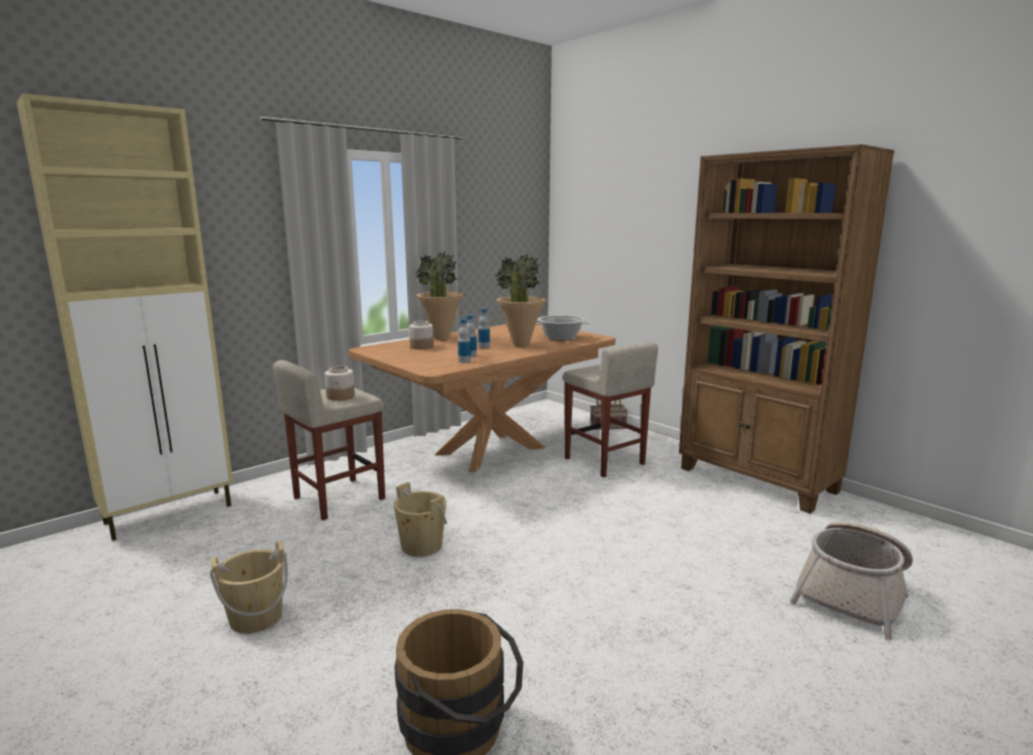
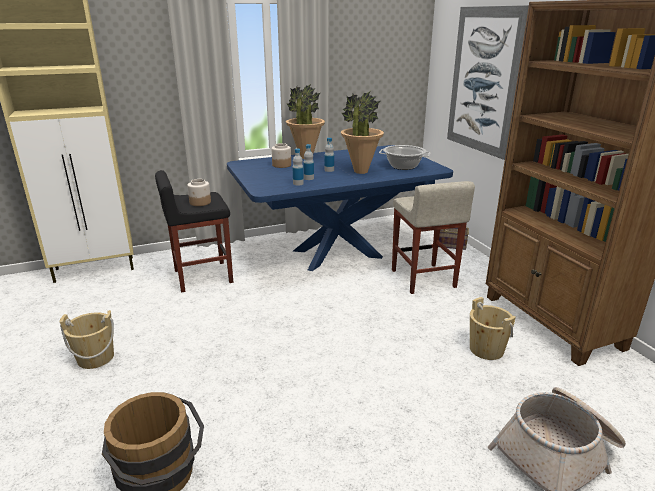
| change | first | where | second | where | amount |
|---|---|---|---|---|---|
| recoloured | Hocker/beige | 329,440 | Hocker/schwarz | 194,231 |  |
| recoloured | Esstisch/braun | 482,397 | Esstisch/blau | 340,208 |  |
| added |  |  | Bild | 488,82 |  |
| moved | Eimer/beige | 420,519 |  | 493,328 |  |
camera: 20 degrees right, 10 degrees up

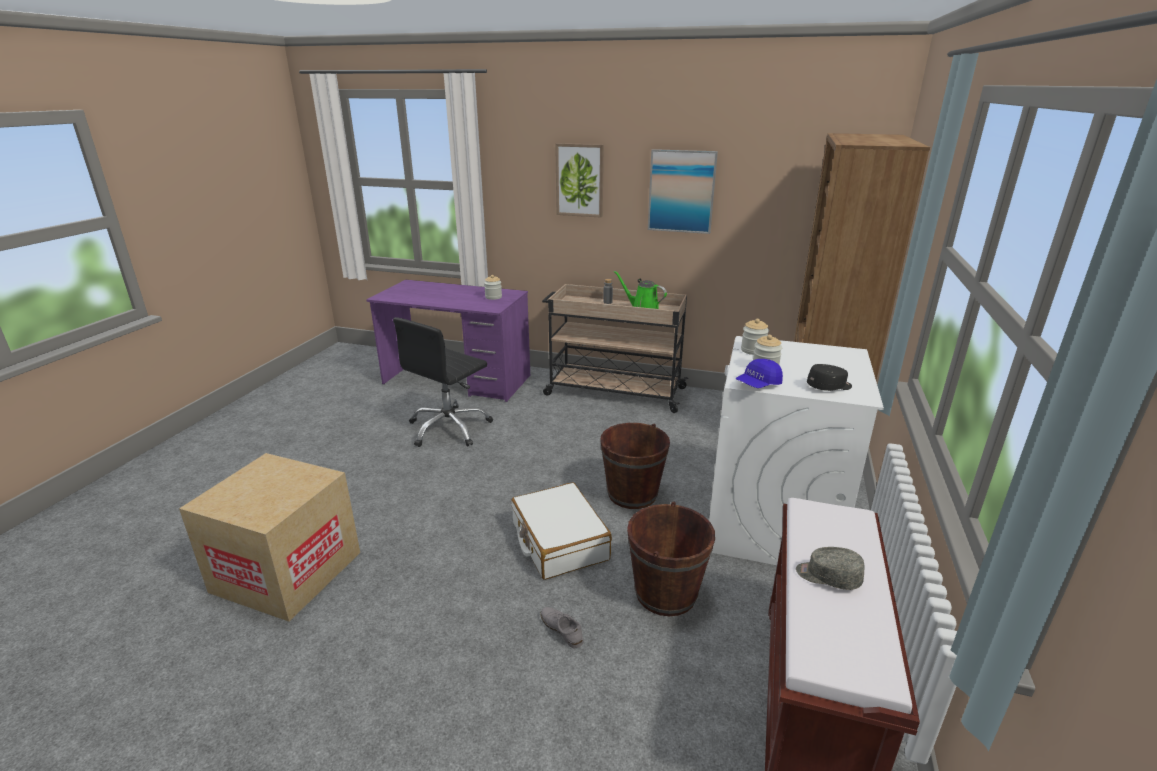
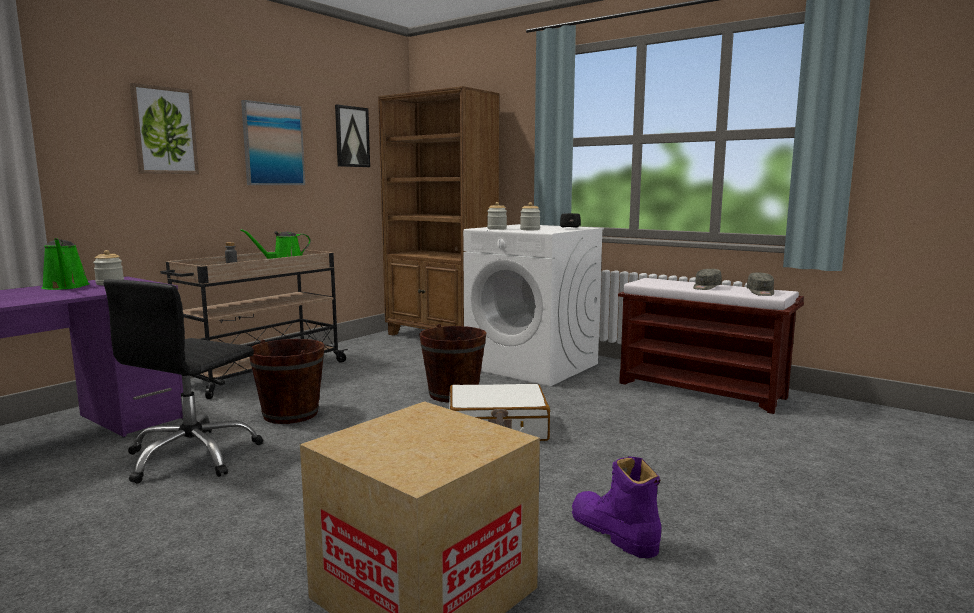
| change | first | where | second | where | amount |
|---|---|---|---|---|---|
| added |  |  | Gießkanne/grün | 66,264 |  |
| turned | Bürostuhl/schwarz | 443,382 |  | 183,381 | 60 degrees clockwise |
| moved | Eimer/braun | 671,558 |  | 287,381 |  |
| added |  |  | Bild | 352,135 |  |
| added |  |  | Stiefel/lila | 616,507 |  |
| added |  |  | Kappe/grau | 760,284 |  |
| removed | Schuh/grau | 562,627 |  |  |  |
| removed | Kappe/blau | 759,373 |  |  |  |
camera: 70 degrees left, 15 degrees down

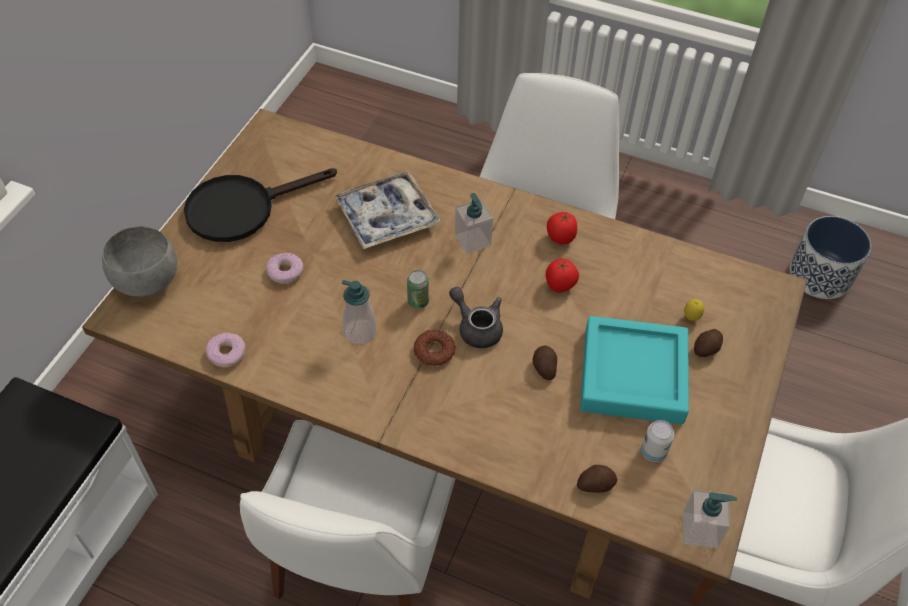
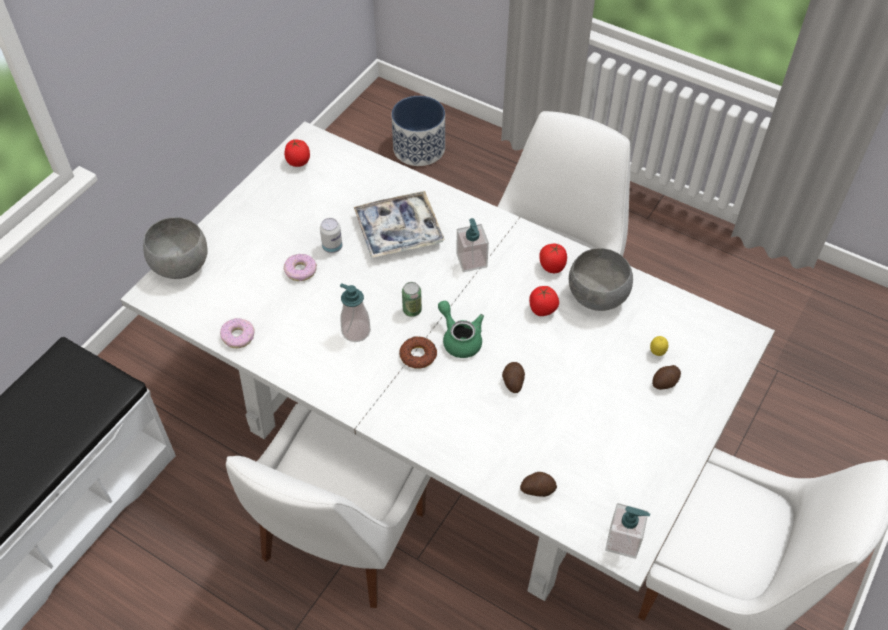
| change | first | where | second | where | amount |
|---|---|---|---|---|---|
| recoloured | Esstisch/braun | 444,354 | Esstisch/weiß | 447,361 |  |
| added |  |  | Tomate | 297,153 |  |
| moved | Dose | 657,441 |  | 331,235 |  |
| moved | Pflanzkübel | 830,257 |  | 418,131 |  |
| recoloured | Teekanne/grau | 476,317 | Teekanne/grün | 461,329 |  |
| added |  |  | Schüssel/grau | 601,279 |  |
| removed | Pfanne/schwarz | 260,205 |  |  |  |
| removed | Tablett/türkis | 634,370 |  |  |  |
camera: 10 degrees right, 0 degrees up

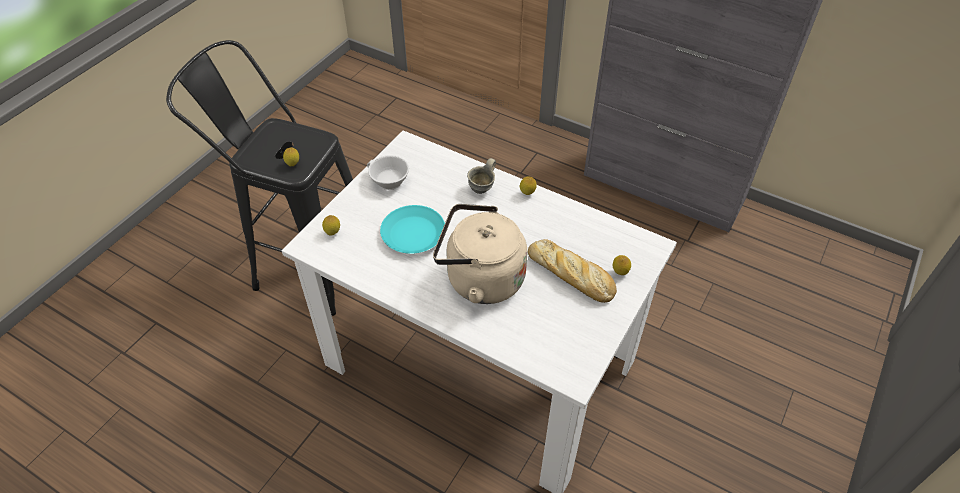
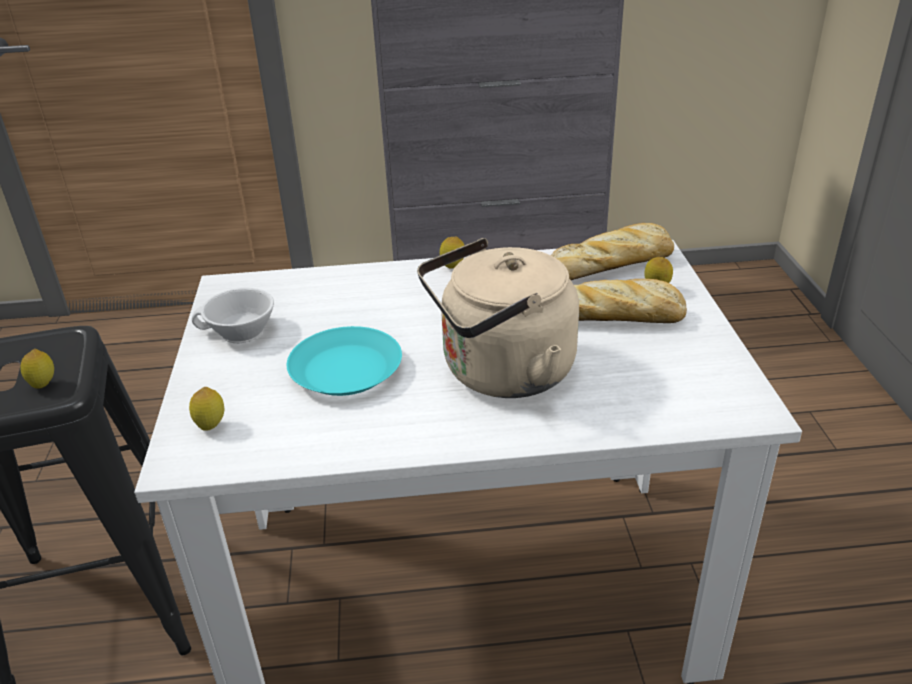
| change | first | where | second | where | amount |
|---|---|---|---|---|---|
| added |  |  | Brot | 612,251 |  |
| removed | Henkelbecher/grau | 481,176 |  |  |  |
camera: 35 degrees left, 15 degrees down

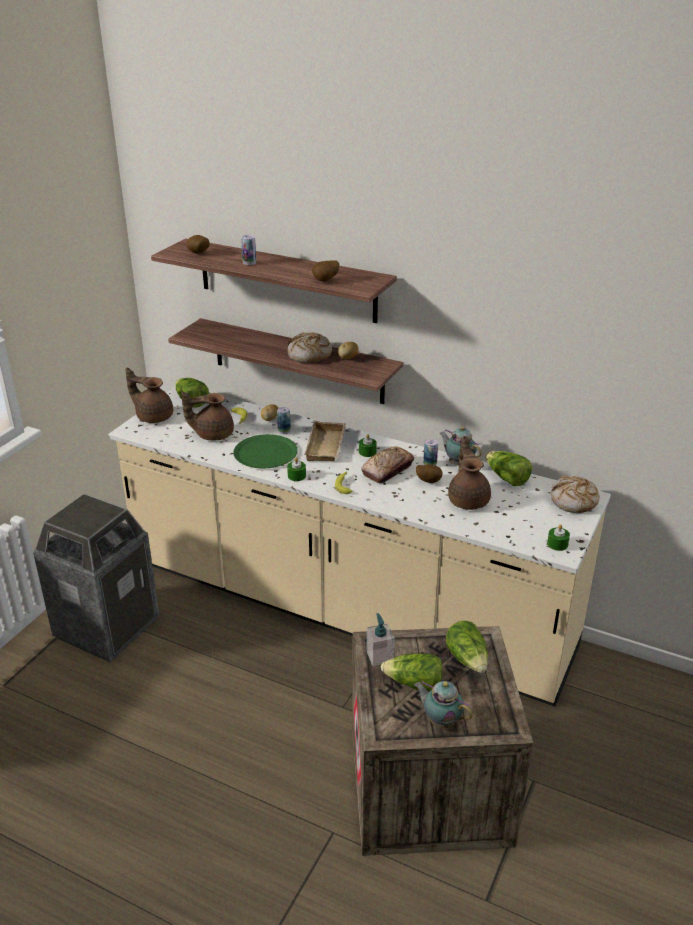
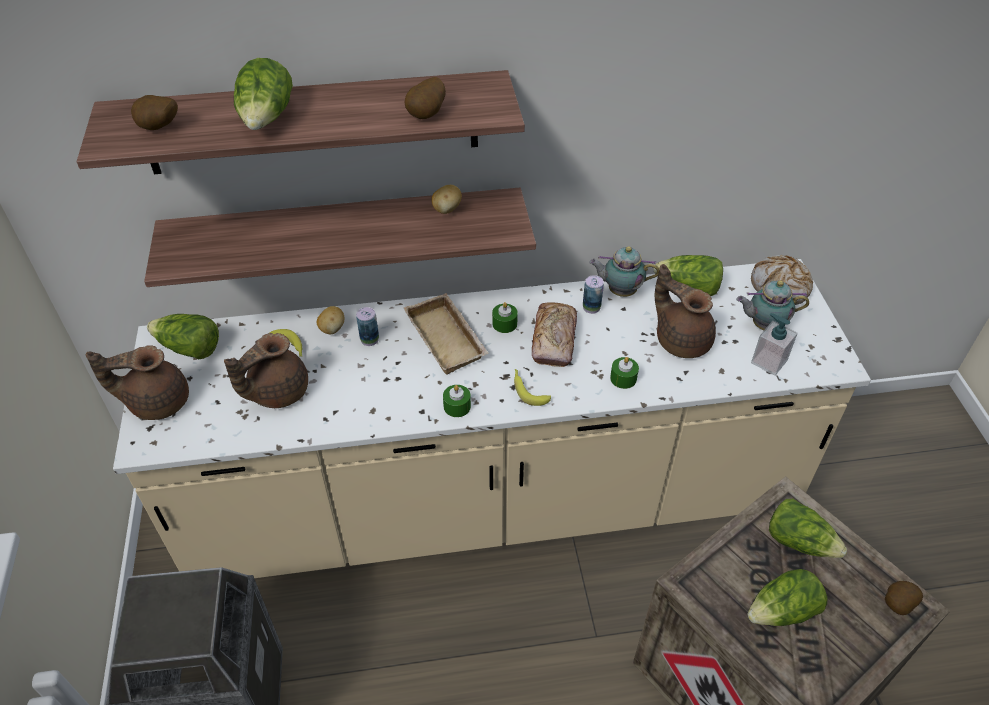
| change | first | where | second | where | amount |
|---|---|---|---|---|---|
| replaced | Dose | 248,250 | Salatkopf | 263,94 |  |
| moved | Kerze/grün | 558,537 |  | 624,373 |  |
| moved | Teekanne | 443,704 |  | 772,305 |  |
| moved | Seifenspender | 380,639 |  | 774,344 |  |
| moved | Kartoffel | 429,473 |  | 904,598 |  |
| removed | Teller/grün | 265,451 |  |  |  |
| removed | Brot | 310,347 |  |  |  |
camera: 35 degrees left, 15 degrees up

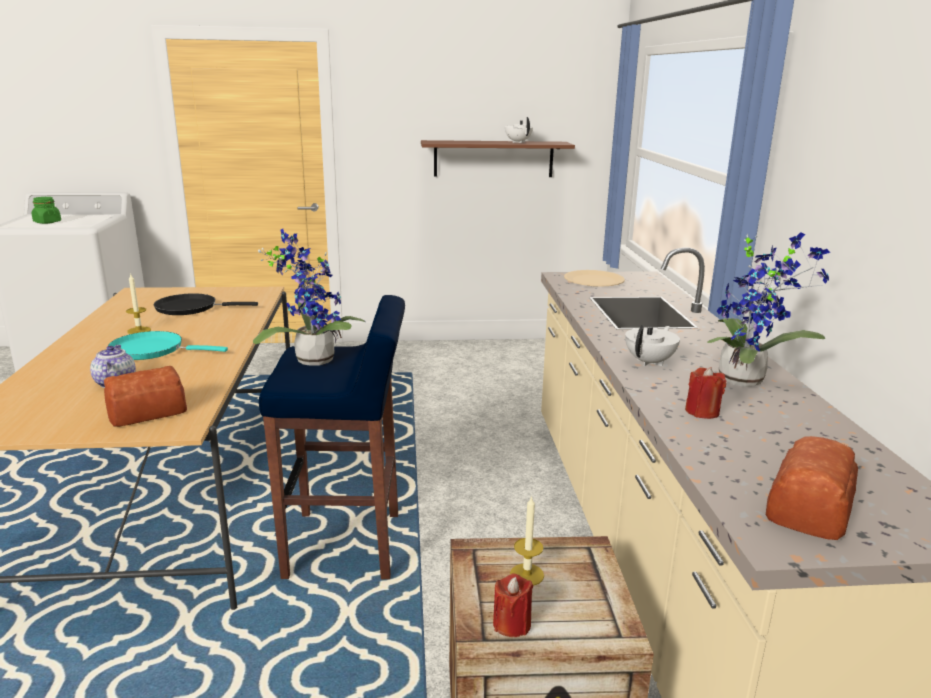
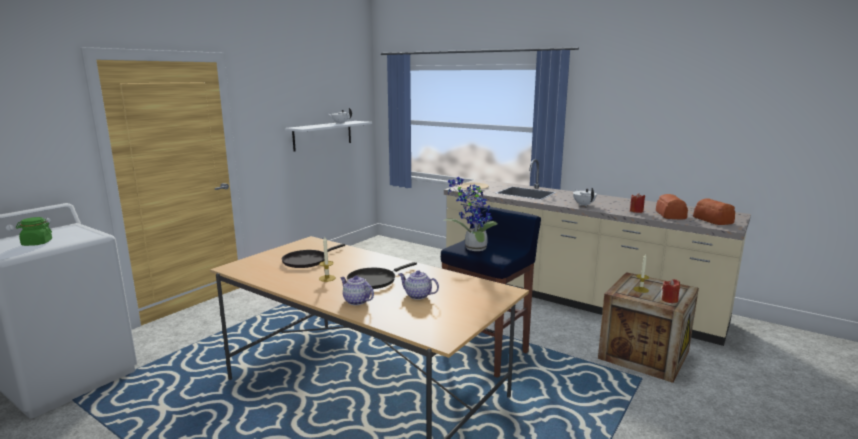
| change | first | where | second | where | amount |
|---|---|---|---|---|---|
| recoloured | Wandregal/braun | 498,158 | Wandregal/weiß | 328,136 |  |
| added |  |  | Teekanne | 357,290 |  |
| recoloured | Pfanne/türkis | 168,345 | Pfanne/schwarz | 382,275 |  |
| moved | Brot | 145,396 |  | 672,206 |  |
| removed | Topfpflanze | 769,309 |  |  |  |
camera: 50 degrees left, 5 degrees down

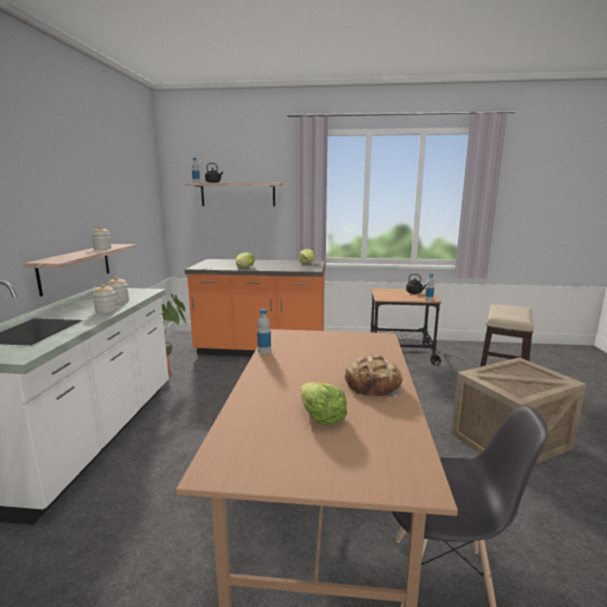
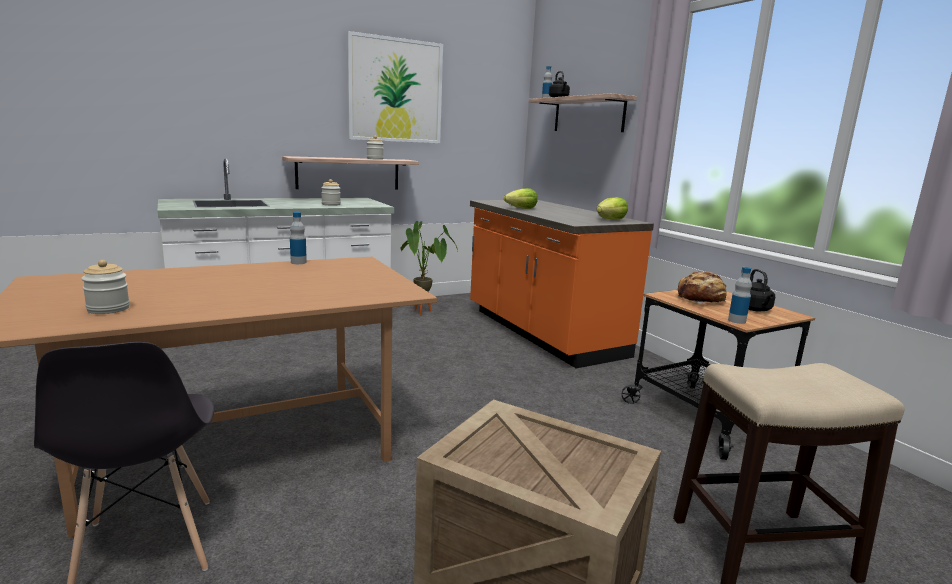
| change | first | where | second | where | amount |
|---|---|---|---|---|---|
| moved | Vorratsglas | 105,299 |  | 105,287 |  |
| added |  |  | Bild | 395,87 |  |
| moved | Brot | 374,376 |  | 702,287 |  |
| removed | Salatkopf | 323,403 |  |  |  |
camera: 55 degrees right, 0 degrees up

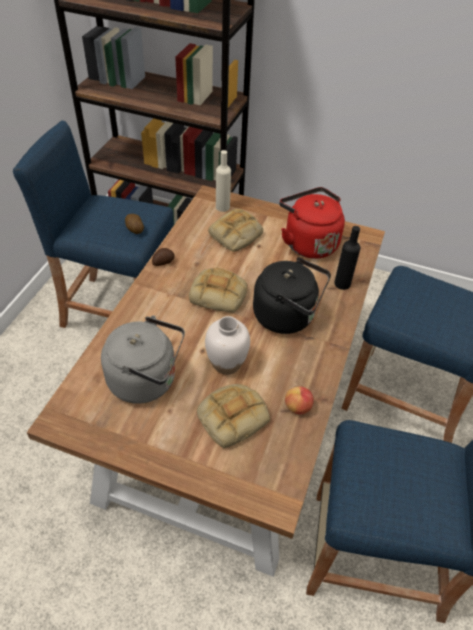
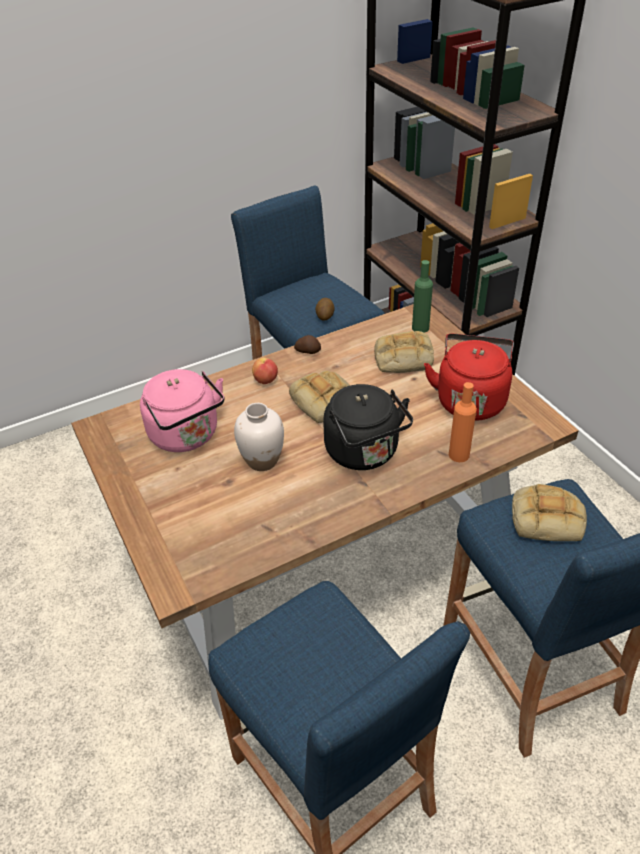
| change | first | where | second | where | amount |
|---|---|---|---|---|---|
| recoloured | Wasserkessel/grau | 143,359 | Wasserkessel/rosa | 182,410 |  |
| moved | Apfel | 299,400 |  | 265,370 |  |
| recoloured | Flasche/beige | 223,181 | Flasche/grün | 422,296 |  |
| recoloured | Flasche/schwarz | 347,258 | Flasche/orange | 463,422 |  |
| moved | Brot | 233,416 |  | 549,512 |  |
camera: 45 degrees right, 5 degrees down

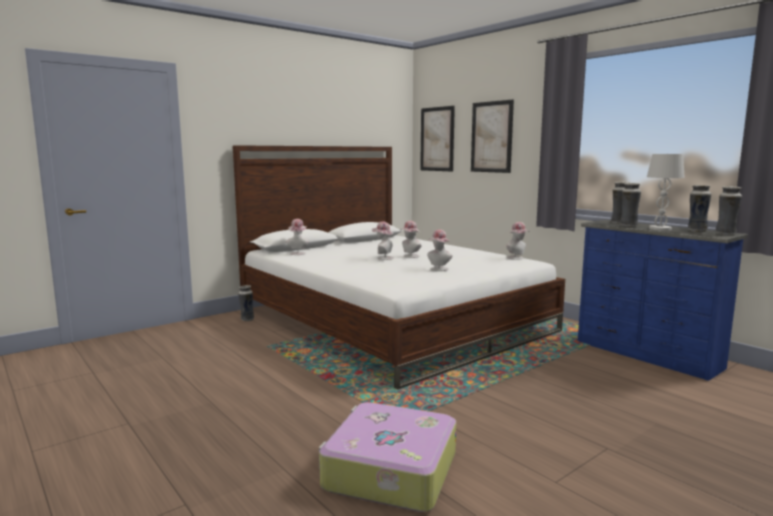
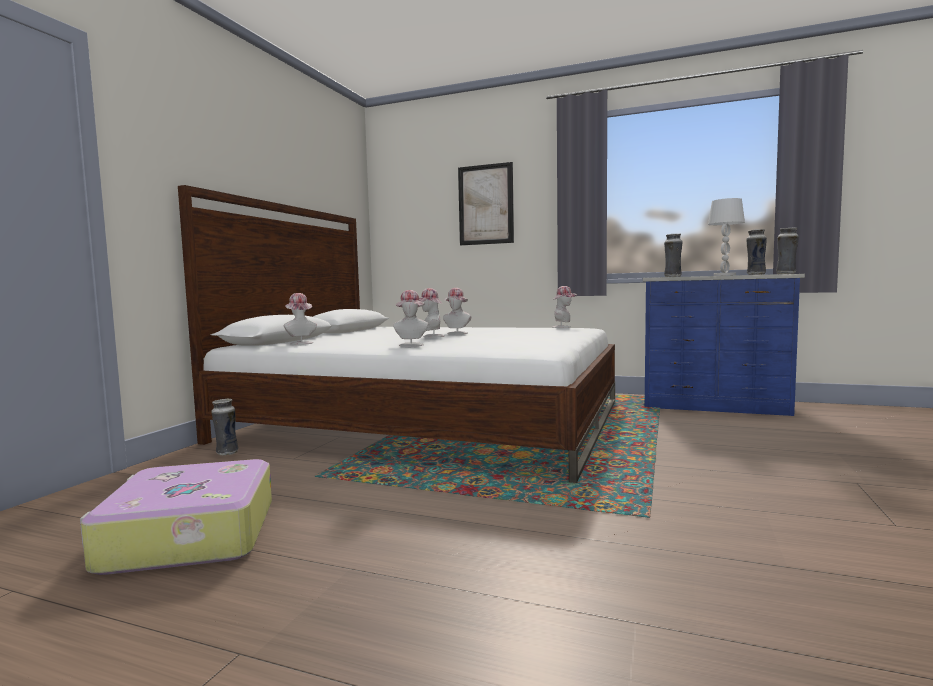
| change | first | where | second | where | amount |
|---|---|---|---|---|---|
| moved | Koffer | 387,457 |  | 176,517 |  |
| moved | Hut | 439,250 |  | 410,318 |  |
| removed | Bild | 437,138 |  |  |  |
| removed | Vase | 630,205 |  |  |  |
camera: 30 degrees left, 5 degrees down

